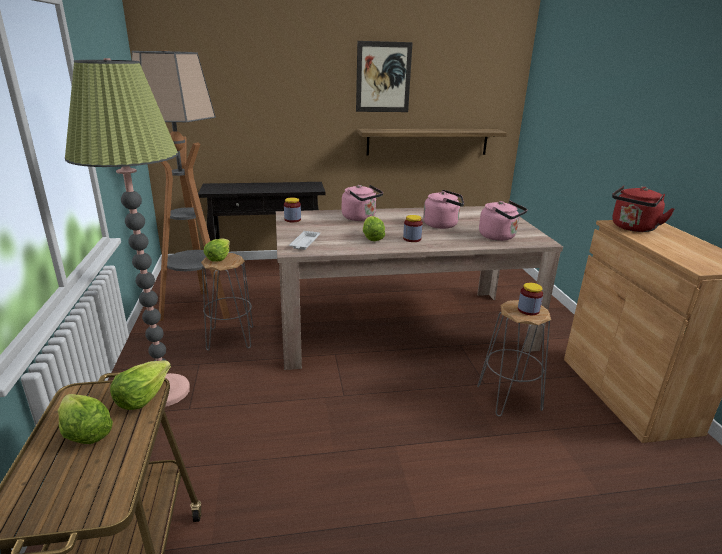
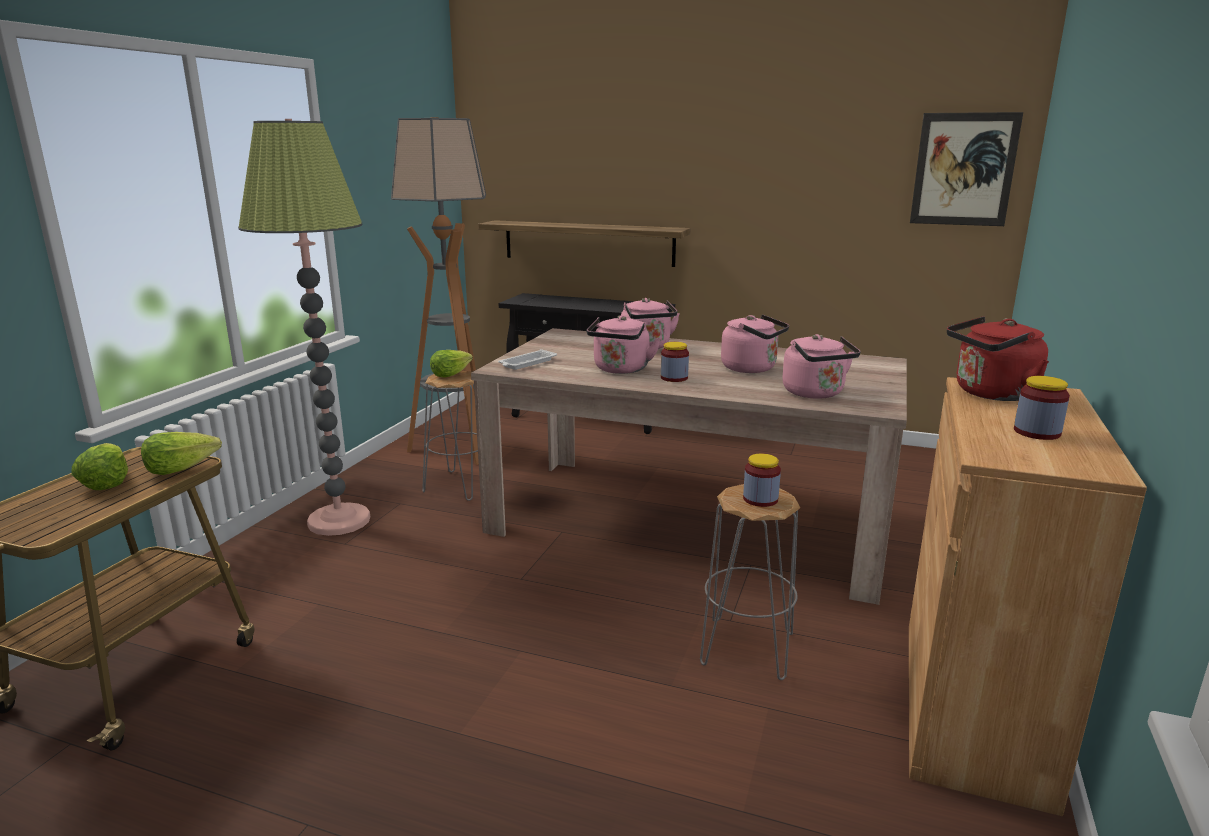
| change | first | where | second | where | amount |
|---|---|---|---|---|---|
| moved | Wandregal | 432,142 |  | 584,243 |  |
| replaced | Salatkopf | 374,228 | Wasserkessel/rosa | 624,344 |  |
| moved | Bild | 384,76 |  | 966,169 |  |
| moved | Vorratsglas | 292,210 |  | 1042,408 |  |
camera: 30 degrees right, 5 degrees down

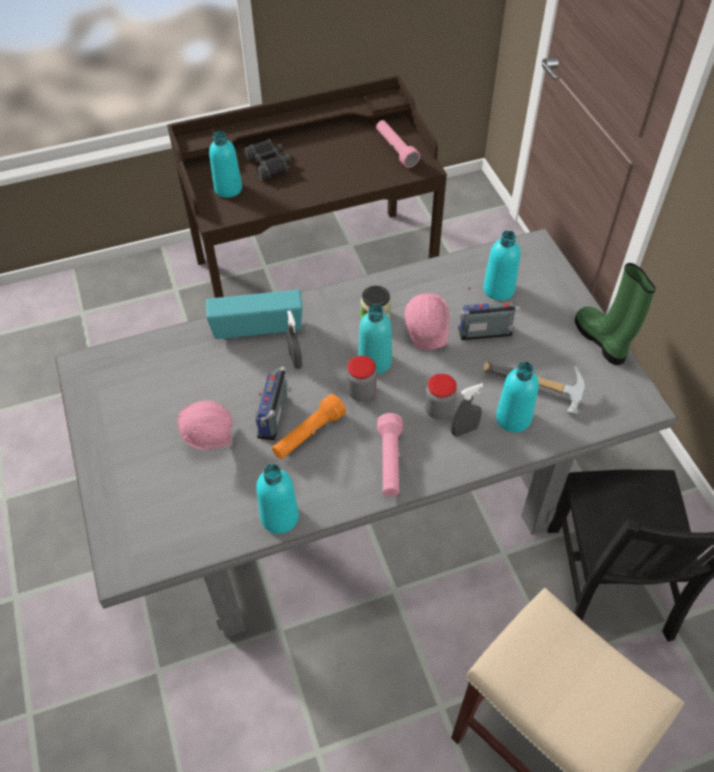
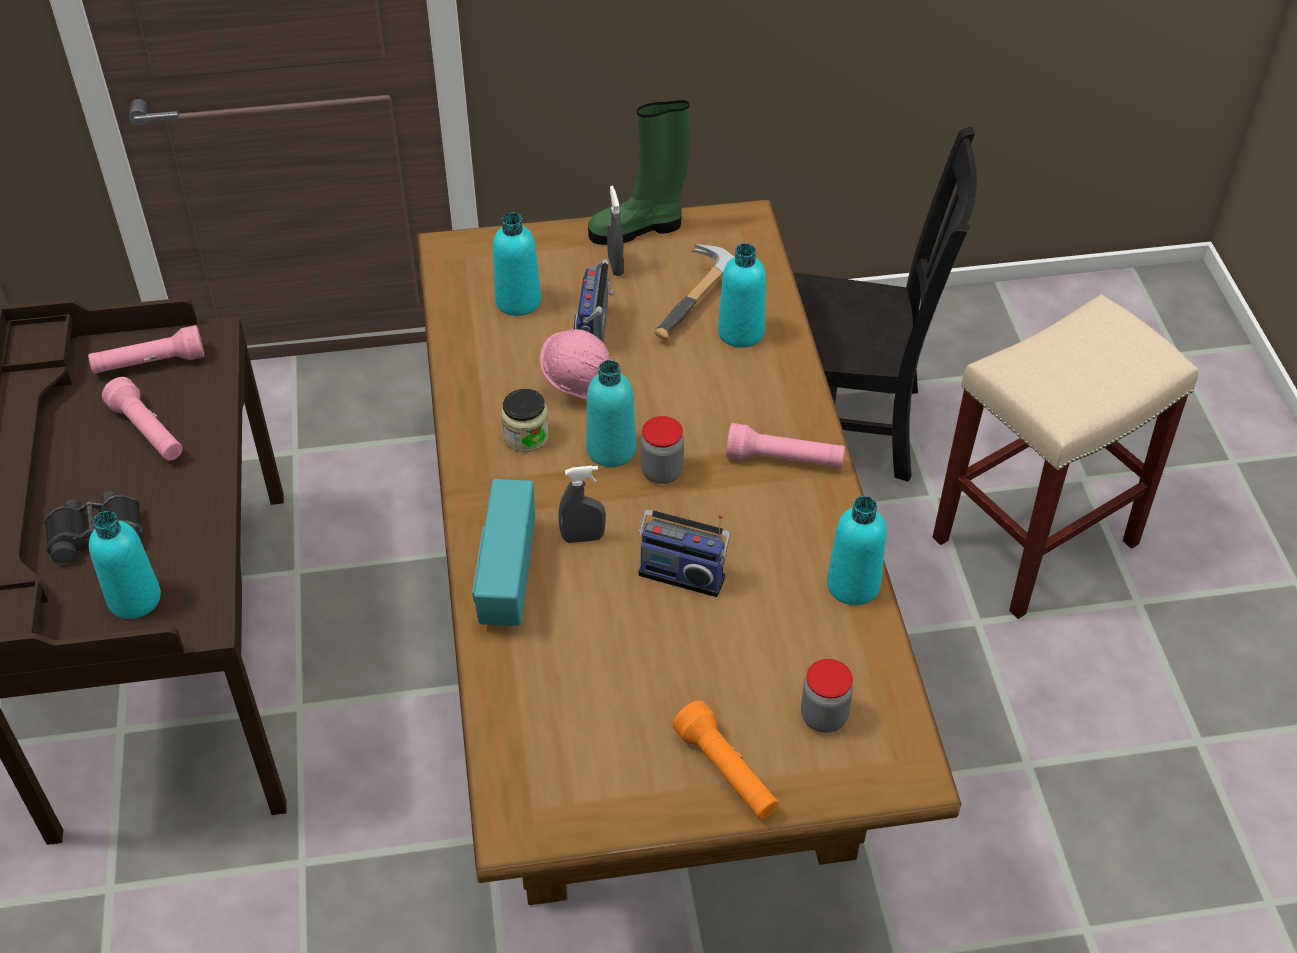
| change | first | where | second | where | amount |
|---|---|---|---|---|---|
| added |  |  | Taschenlampe/rosa | 142,419 |  |
| recoloured | Esstisch/grau | 366,433 | Esstisch/braun | 689,552 |  |
| moved | Sprühflasche/grau | 467,410 |  | 615,231 |  |
| moved | Taschenlampe/orange | 309,426 |  | 725,760 |  |
| moved | Vorratsglas | 441,397 |  | 827,696 |  |
| removed | Schutzhelm/rosa | 205,425 |  |  |  |
camera: 80 degrees left, 5 degrees down

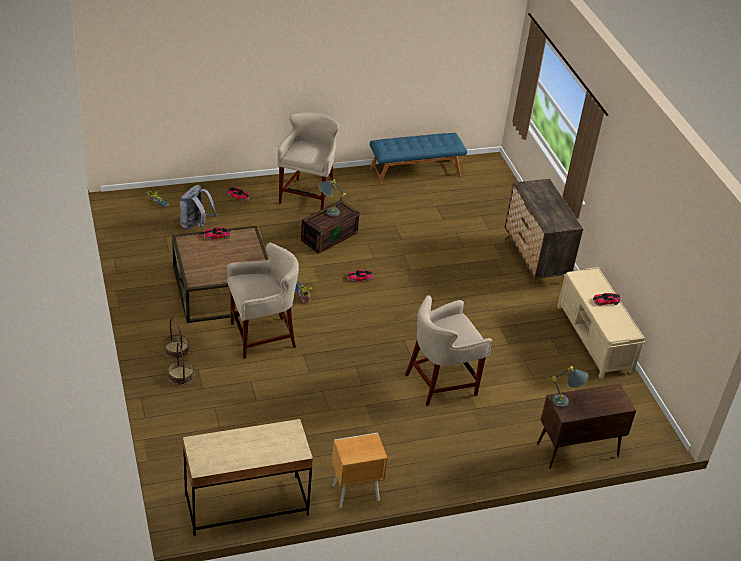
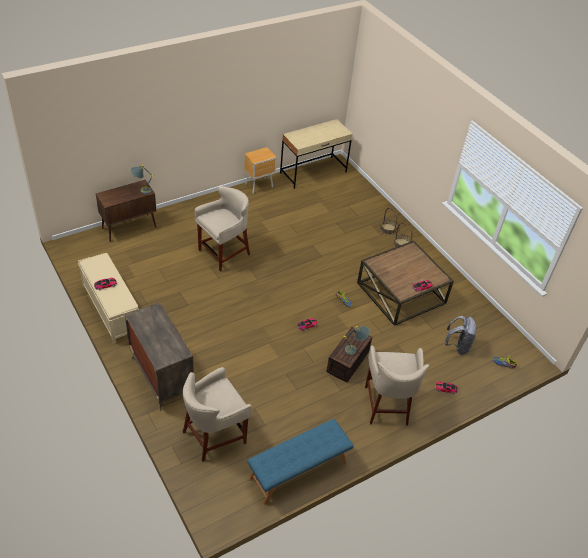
| change | first | where | second | where | amount |
|---|---|---|---|---|---|
| moved | Hocker/beige | 263,301 |  | 217,414 |  |
camera: 165 degrees right, 5 degrees up

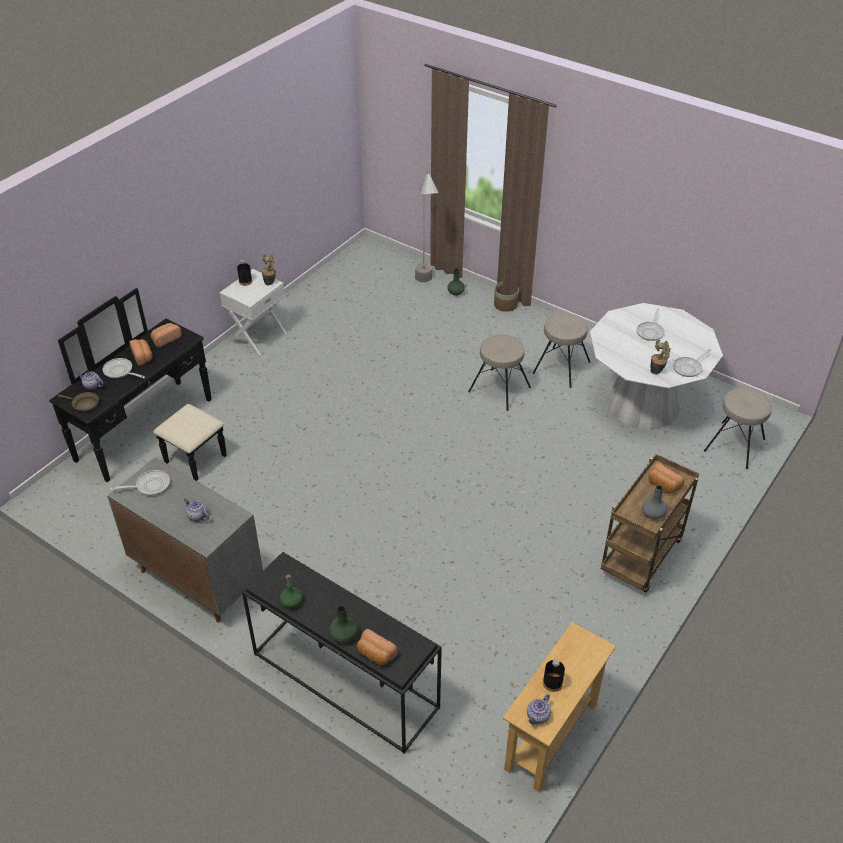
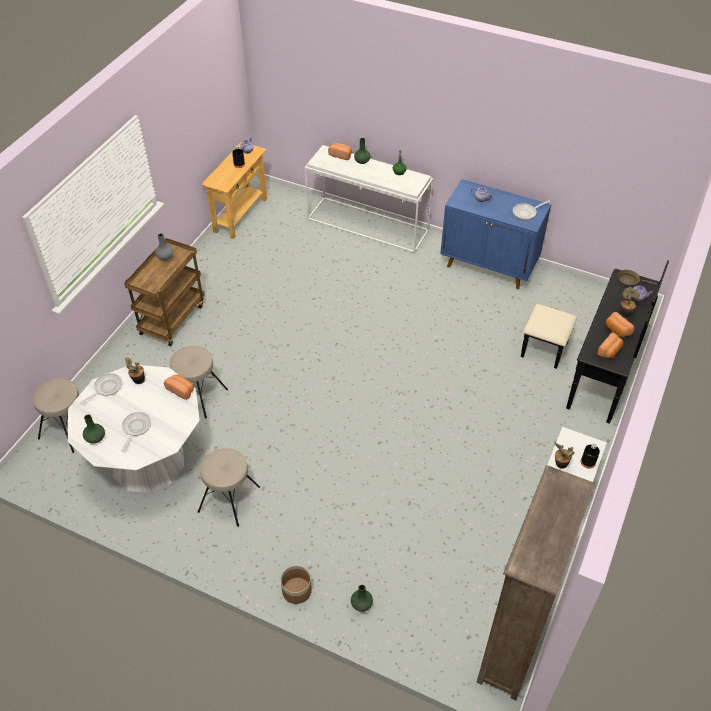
| change | first | where | second | where | amount |
|---|---|---|---|---|---|
| added |  |  | Vase/grün | 94,429 |  |
| moved | Brot | 666,478 |  | 179,387 |  |
| moved | Hocker/beige | 499,373 |  | 199,382 |  |
| recoloured | Konsolentisch/schwarz | 342,653 | Konsolentisch/weiß | 369,199 |  |
| recoloured | Schrank/grau | 185,540 | Schrank/blau | 495,234 |  |
| added |  |  | Bücherregal/braun | 535,582 |  |
| replaced | Pfanne | 124,368 | Topfpflanze | 630,303 |  |
| removed | Stehlampe/grau | 426,226 |  |  |  |
camera: 170 degrees right, 5 degrees up

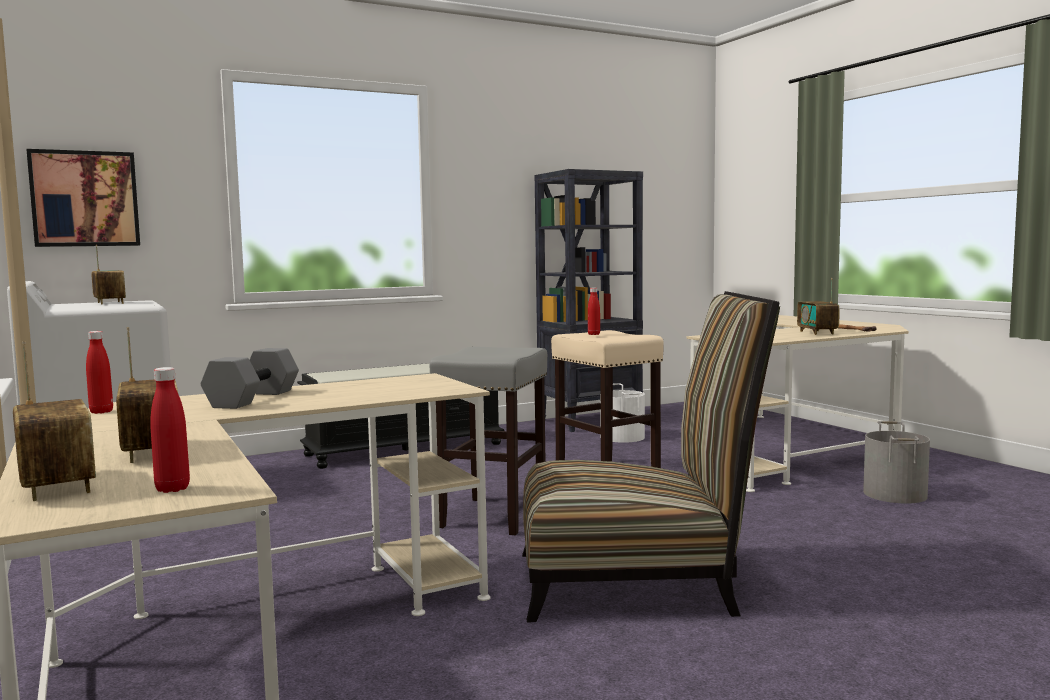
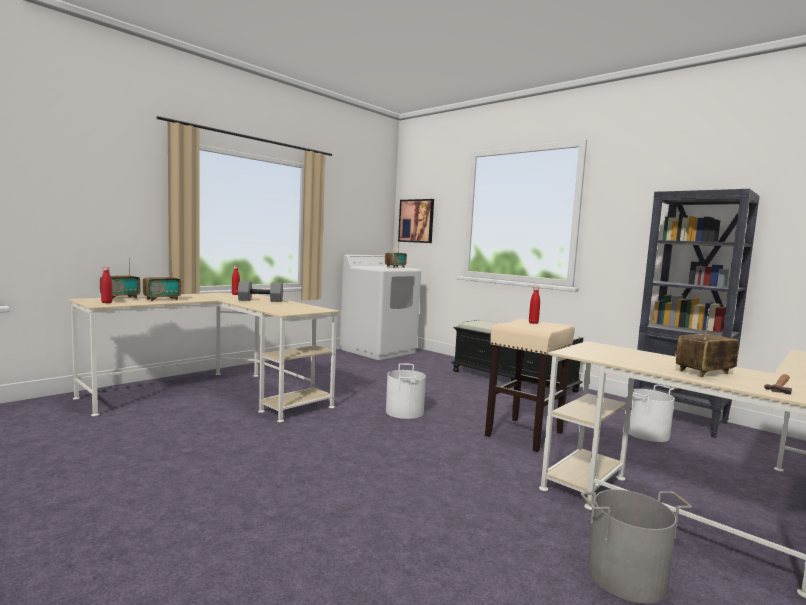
| change | first | where | second | where | amount |
|---|---|---|---|---|---|
| replaced | Hocker/grau | 488,440 | Eimer/weiß | 406,391 |  |
| removed | Stuhl | 651,456 |  |  |  |
camera: 70 degrees right, 0 degrees up

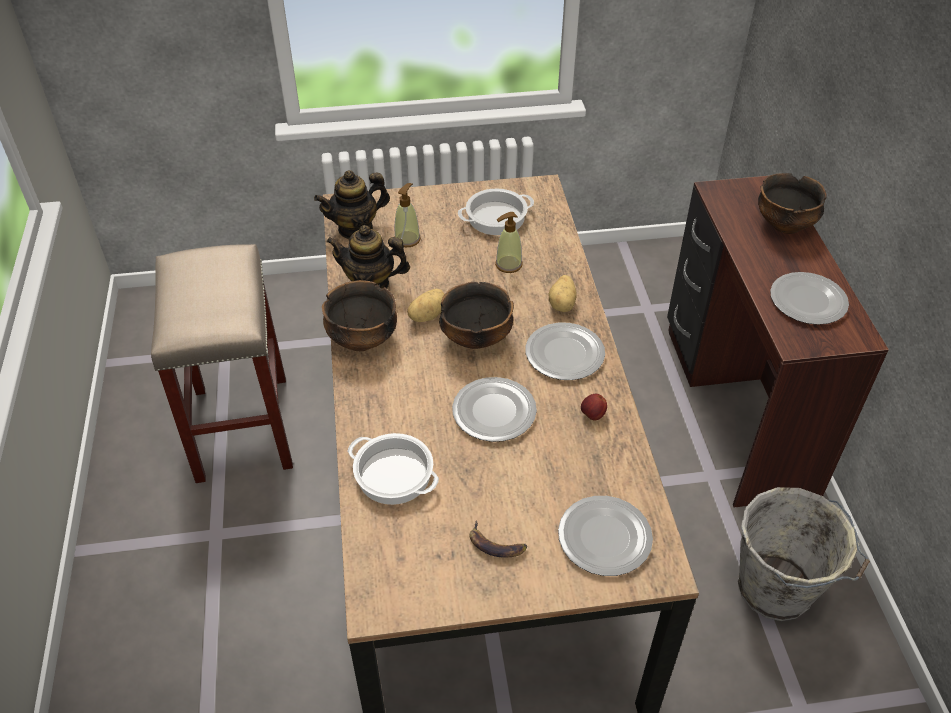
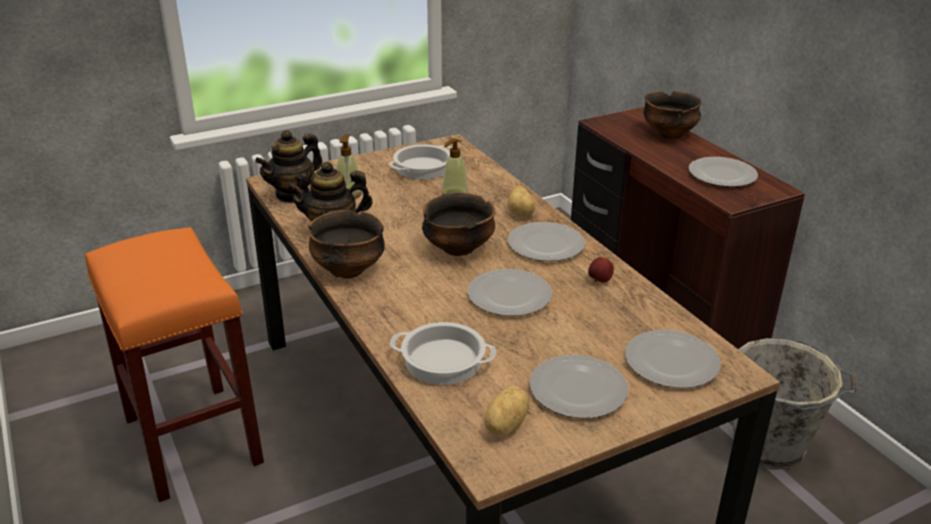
| change | first | where | second | where | amount |
|---|---|---|---|---|---|
| recoloured | Hocker/beige | 222,363 | Hocker/orange | 174,364 |  |
| moved | Kartoffel | 426,305 |  | 506,410 |  |
| replaced | Banane | 498,539 | Teller | 579,386 |  |
camera: 20 degrees left, 15 degrees down

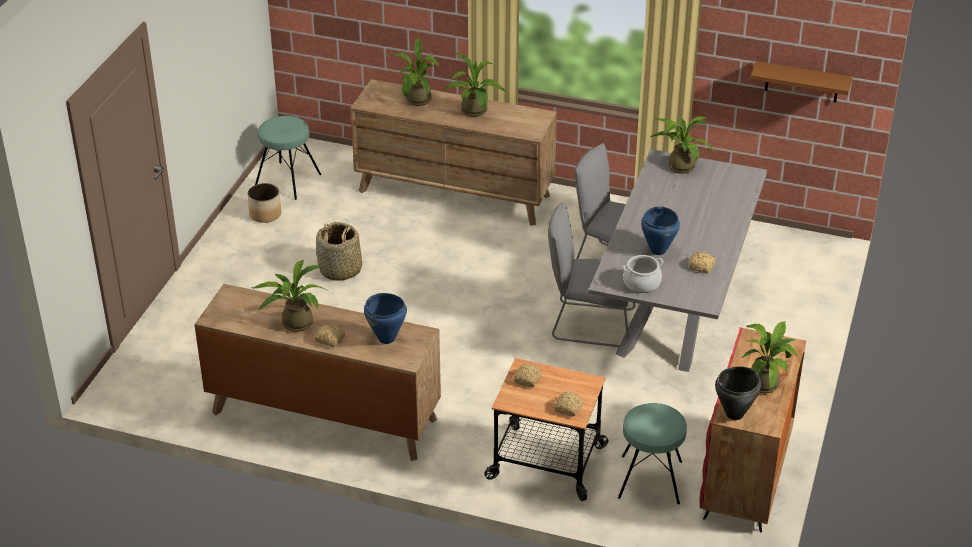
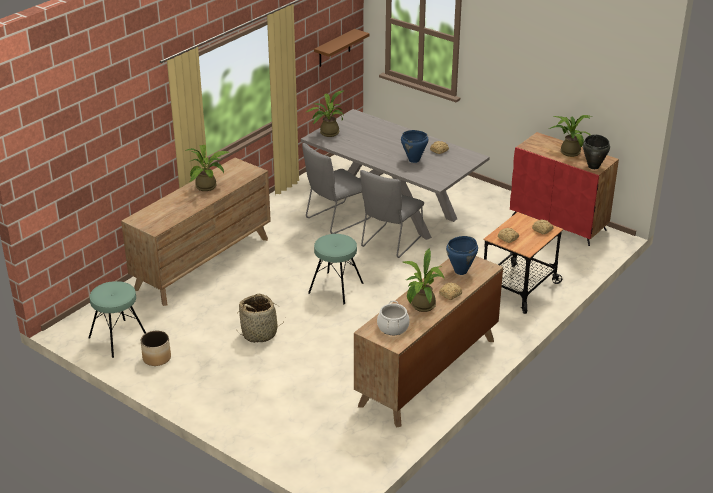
| change | first | where | second | where | amount |
|---|---|---|---|---|---|
| moved | Hocker/türkis | 652,453 |  | 335,269 |  |
| moved | Kochtopf | 643,274 |  | 393,317 |  |
| removed | Topfpflanze | 416,72 |  |  |  |
camera: 70 degrees left, 5 degrees down

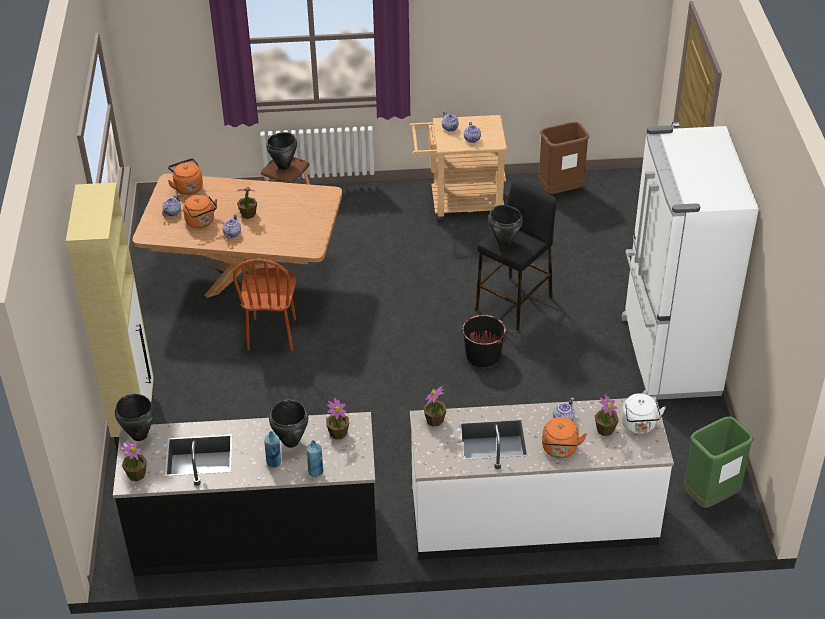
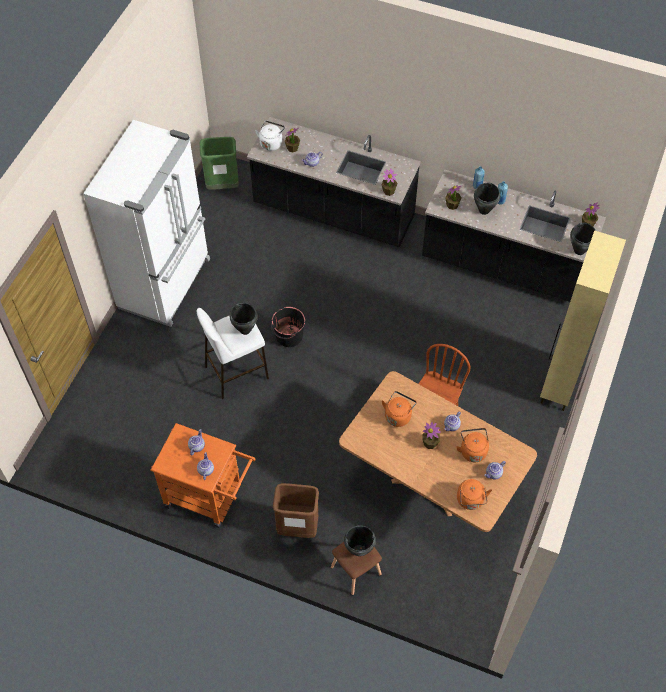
| change | first | where | second | where | amount |
|---|---|---|---|---|---|
| recoloured | Rollwagen/beige | 458,169 | Rollwagen/orange | 203,475 |  |
| recoloured | Hocker/schwarz | 516,256 | Hocker/weiß | 233,353 |  |
| recoloured | Küchenzeile/weiß | 542,478 | Küchenzeile/schwarz | 334,182 |  |
| moved | Mülleimer/braun | 564,158 |  | 296,510 |  |
| moved | Wasserkessel/orange | 564,437 |  | 399,409 |  |
camera: 155 degrees left, 15 degrees up

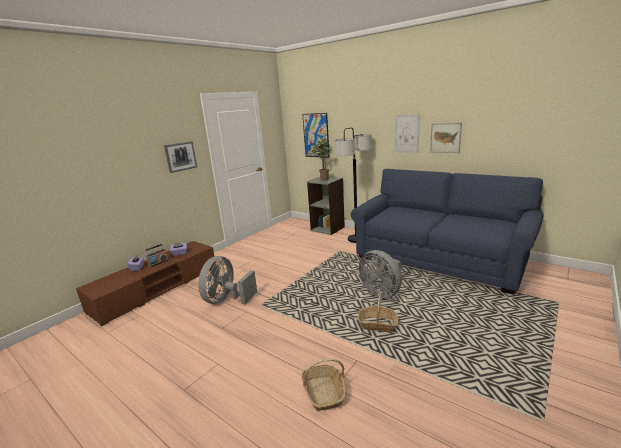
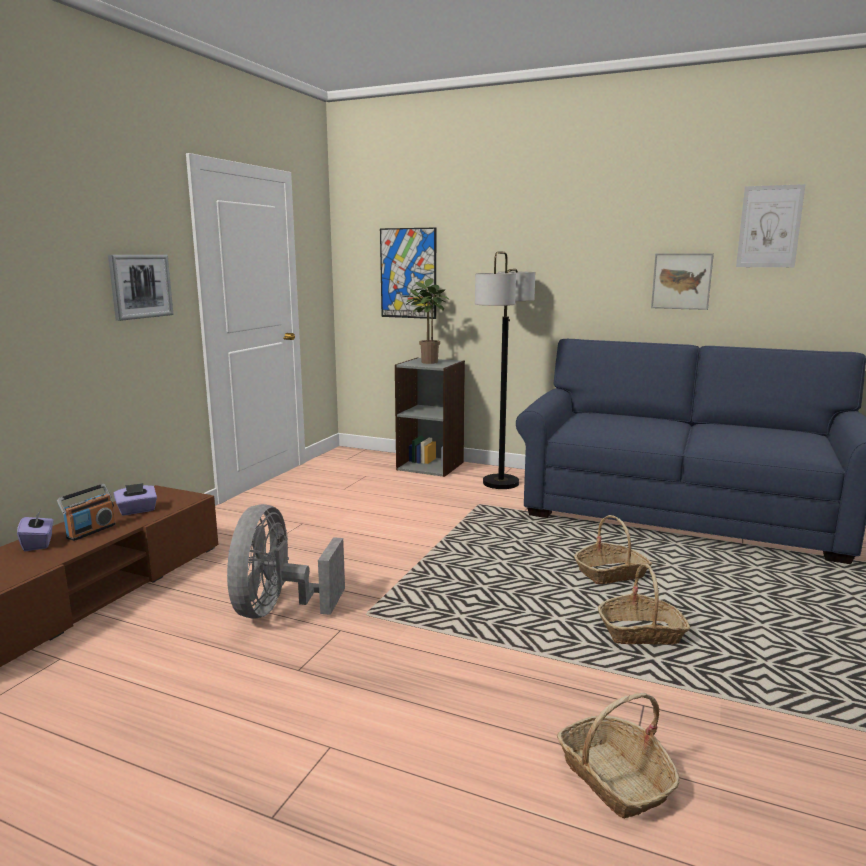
| change | first | where | second | where | amount |
|---|---|---|---|---|---|
| replaced | Ventilator/grau | 380,274 | Korb | 613,549 |  |
| moved | Bild | 407,133 |  | 771,225 |  |
camera: 15 degrees left, 5 degrees down

